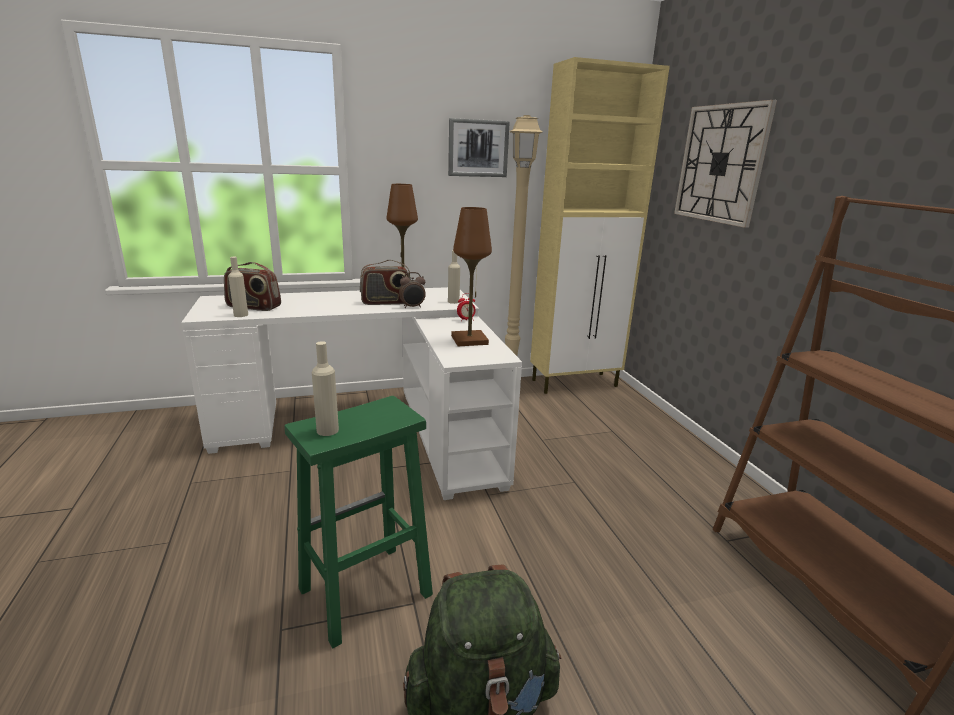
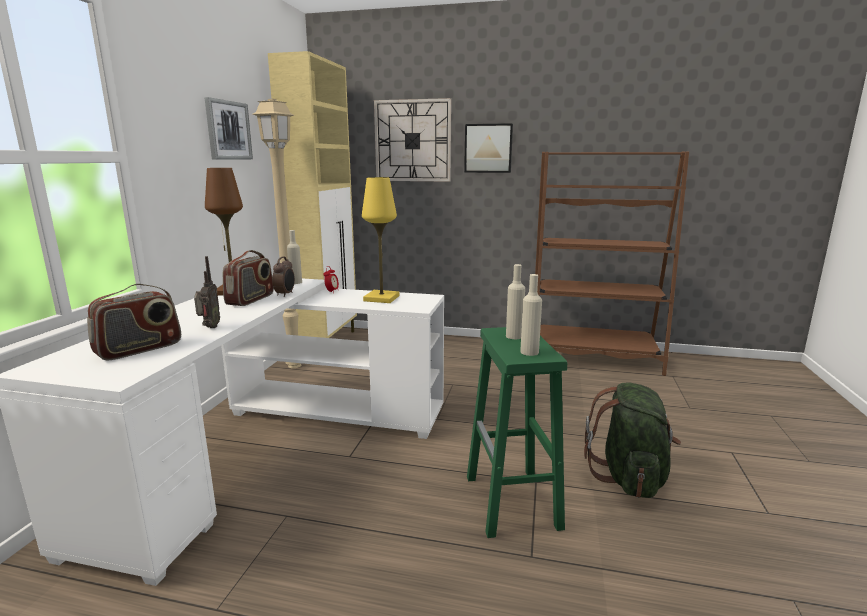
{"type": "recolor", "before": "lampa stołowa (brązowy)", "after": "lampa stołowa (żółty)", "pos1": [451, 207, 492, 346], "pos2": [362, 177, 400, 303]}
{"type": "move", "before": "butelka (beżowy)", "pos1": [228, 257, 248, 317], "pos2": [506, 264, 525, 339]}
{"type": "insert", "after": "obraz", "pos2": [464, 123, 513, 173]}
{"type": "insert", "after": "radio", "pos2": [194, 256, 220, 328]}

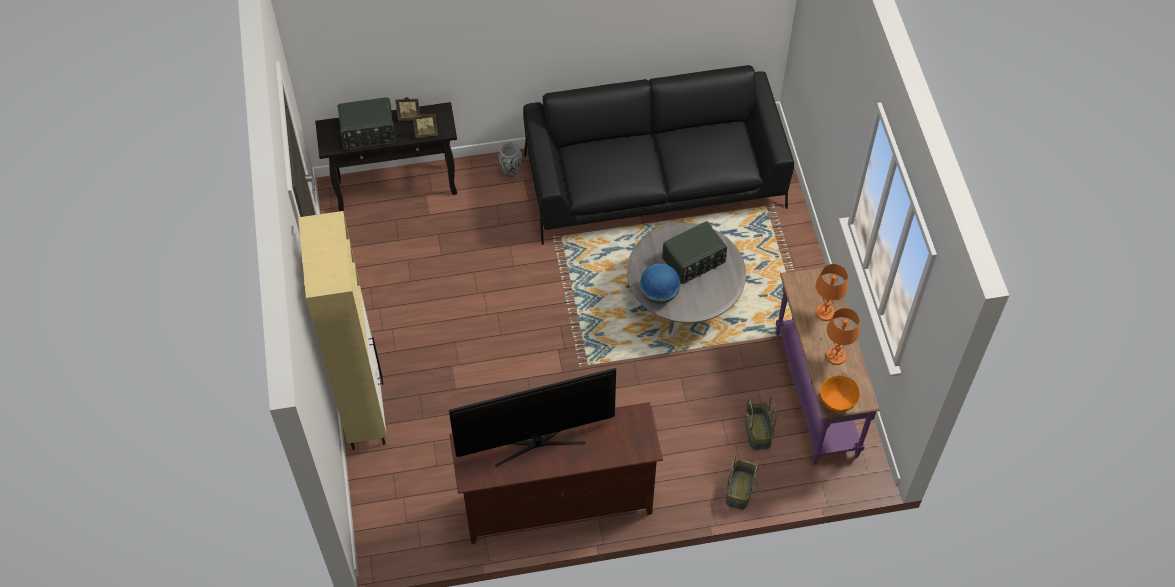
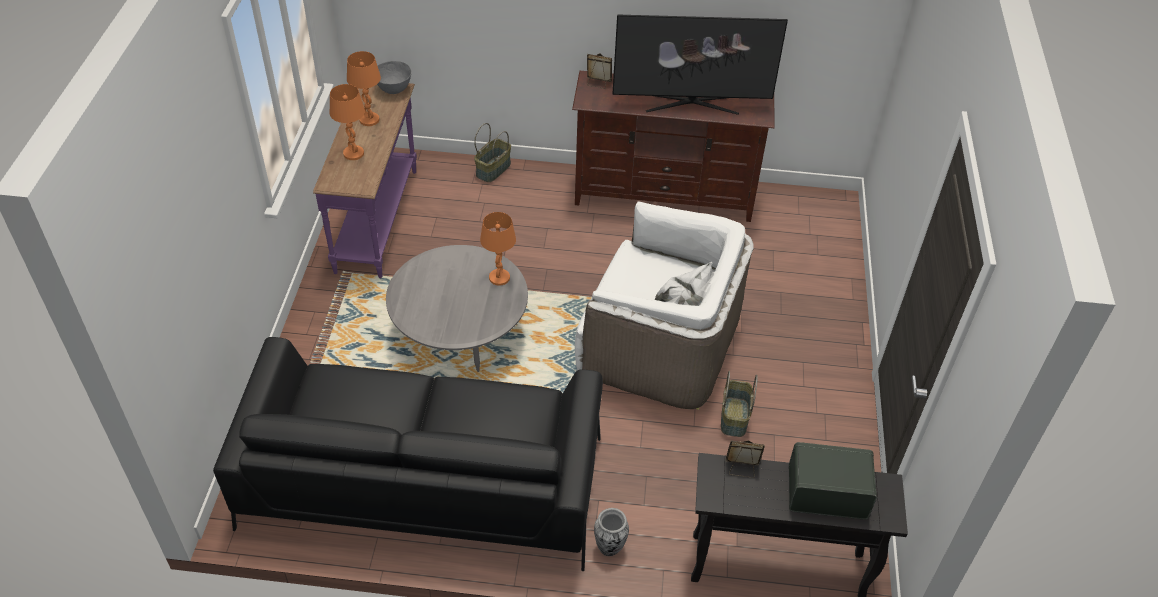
{"type": "move", "before": "ramka na zdjęcie", "pos1": [395, 97, 420, 121], "pos2": [587, 53, 612, 89]}
{"type": "delete", "before": "szafka (beżowy)", "pos1": [298, 211, 387, 450]}
{"type": "delete", "before": "radio", "pos1": [662, 221, 727, 284]}
{"type": "replace", "before": "globus", "after": "lampa stołowa (pomarańczowy)", "pos1": [640, 264, 680, 304], "pos2": [480, 212, 516, 286]}
{"type": "recolor", "before": "miska (pomarańczowy)", "after": "miska (szary)", "pos1": [820, 375, 860, 412], "pos2": [377, 61, 412, 94]}
{"type": "move", "before": "koszyk", "pos1": [745, 397, 776, 450], "pos2": [721, 371, 758, 437]}
{"type": "insert", "after": "fotel (biały)", "pos2": [575, 201, 754, 410]}

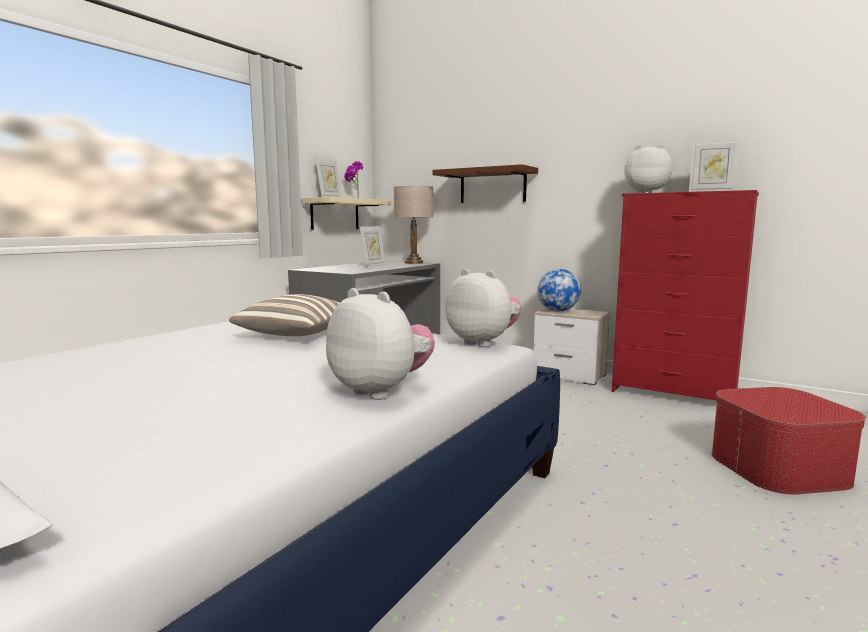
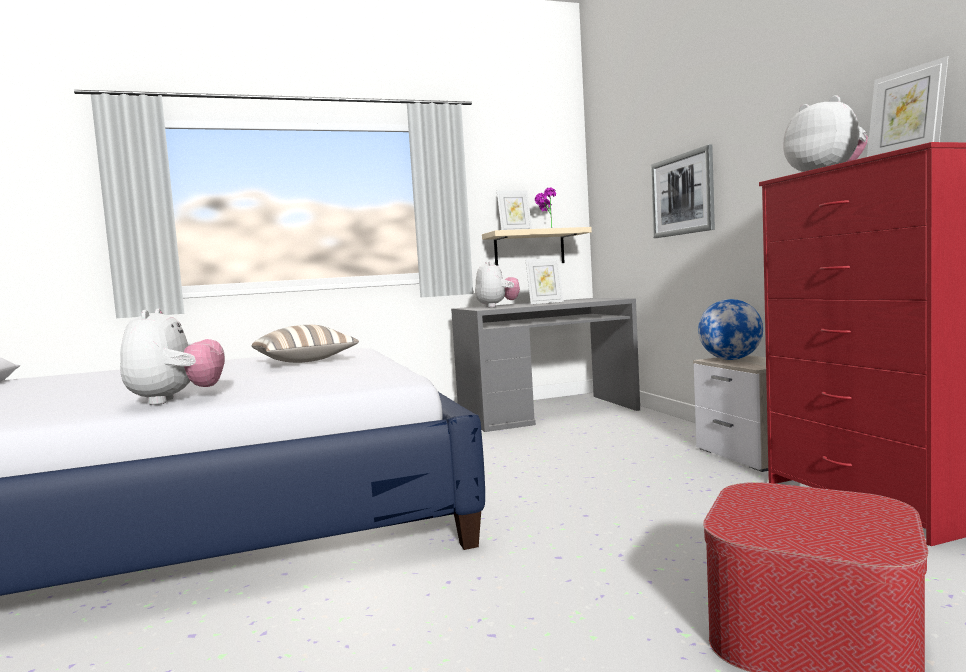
{"type": "replace", "before": "półka (brązowy)", "after": "obraz", "pos1": [432, 164, 538, 203], "pos2": [651, 145, 715, 238]}
{"type": "delete", "before": "lampa stołowa (beżowy)", "pos1": [394, 186, 433, 264]}
{"type": "move", "before": "pluszak", "pos1": [445, 269, 522, 347], "pos2": [475, 261, 520, 307]}

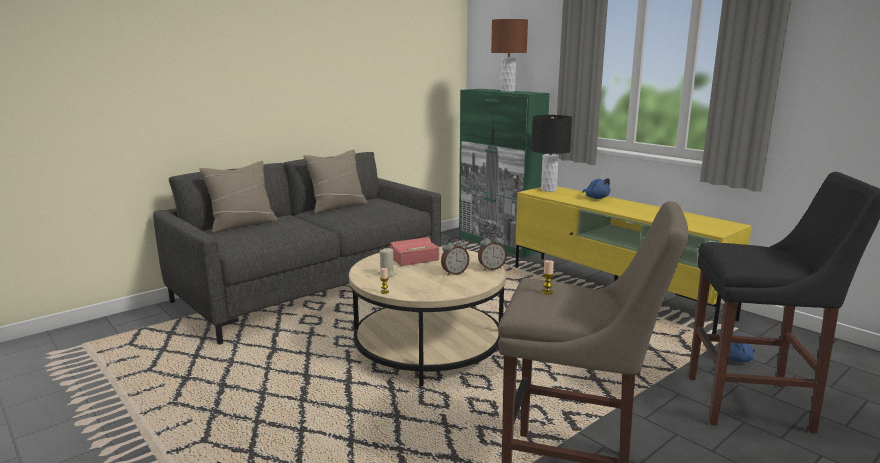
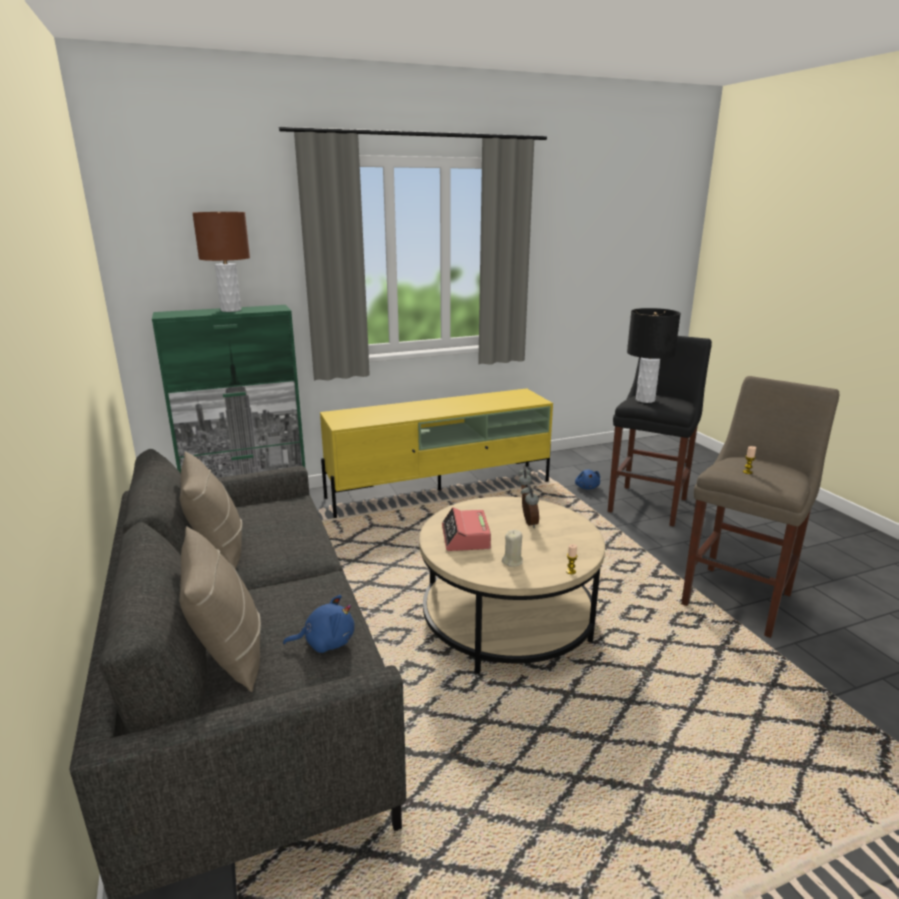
{"type": "move", "before": "lampa stołowa (czarny)", "pos1": [532, 115, 572, 192], "pos2": [627, 308, 681, 403]}
{"type": "move", "before": "pluszak (niebieski)", "pos1": [583, 178, 610, 199], "pos2": [283, 595, 354, 653]}

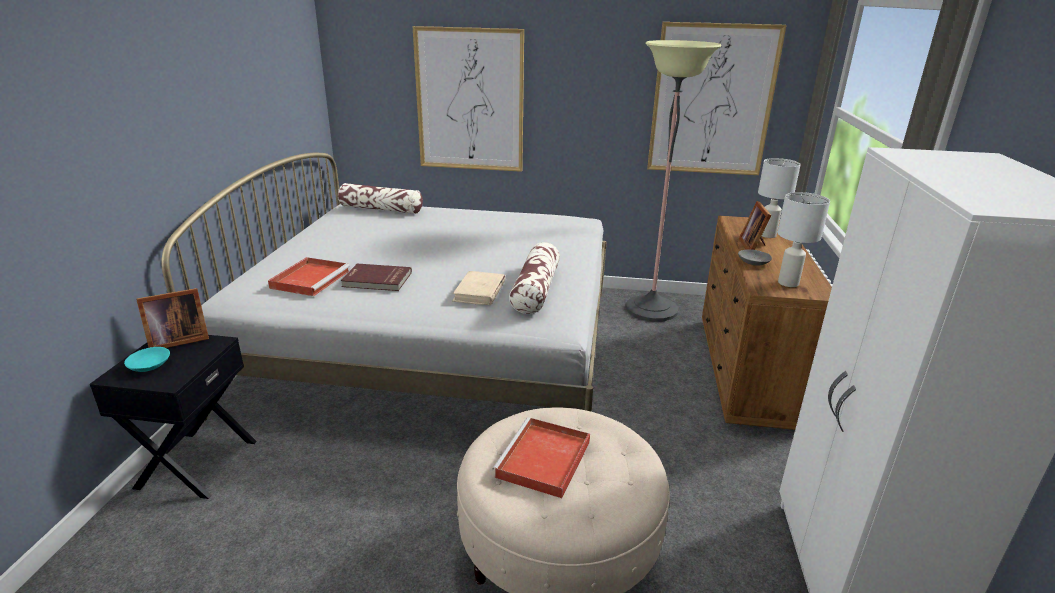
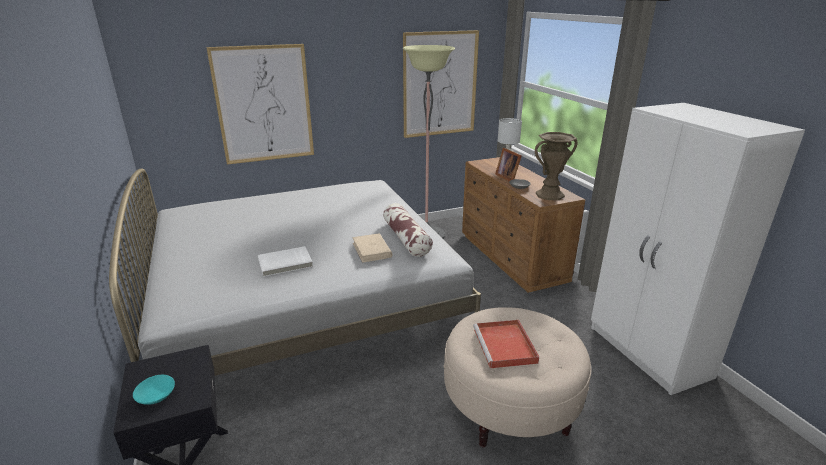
{"type": "delete", "before": "poduszka", "pos1": [338, 183, 423, 214]}
{"type": "replace", "before": "lampa stołowa (biały)", "after": "wazon (brązowy)", "pos1": [778, 192, 830, 287], "pos2": [535, 132, 578, 200]}
{"type": "delete", "before": "taca (czerwony)", "pos1": [268, 257, 350, 296]}
{"type": "recolor", "before": "książka (czerwony)", "after": "książka (biały)", "pos1": [341, 264, 412, 291], "pos2": [258, 246, 313, 277]}
{"type": "delete", "before": "ramka na zdjęcie", "pos1": [136, 288, 209, 348]}

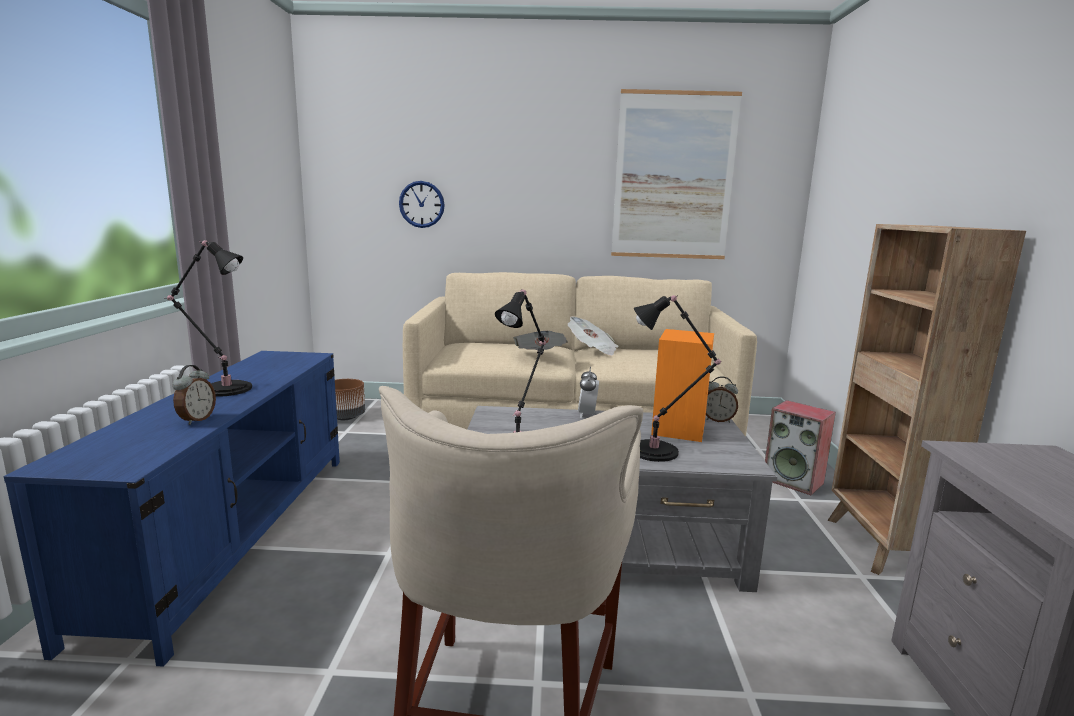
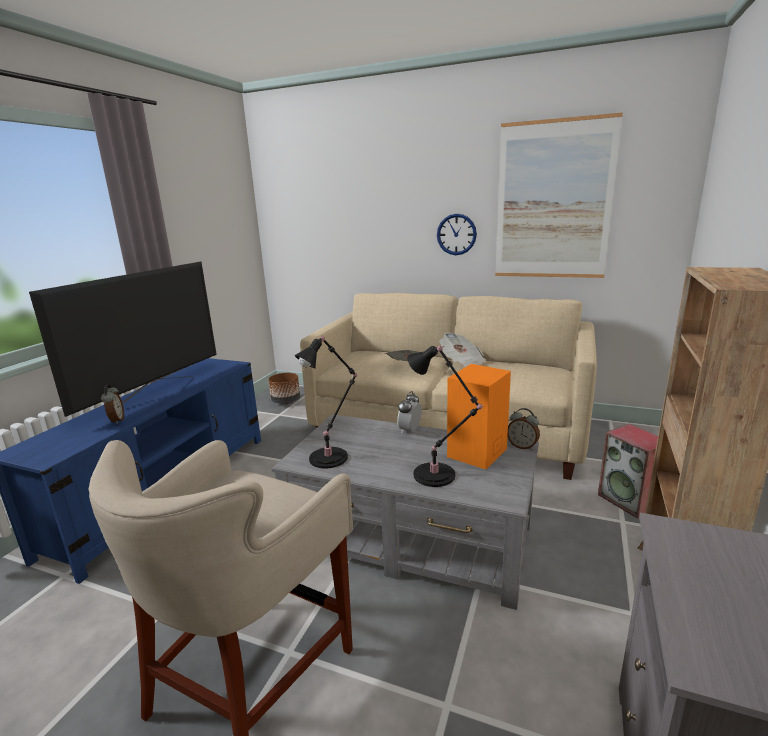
{"type": "move", "before": "zegar ścienny", "pos1": [399, 181, 445, 228], "pos2": [437, 214, 477, 255]}
{"type": "replace", "before": "lampa stołowa (czarny)", "after": "telewizor", "pos1": [167, 240, 252, 397], "pos2": [29, 262, 217, 417]}
{"type": "rotate", "before": "budzik", "pos1": [172, 365, 216, 425], "pos2": [101, 384, 124, 424], "turn": -45}

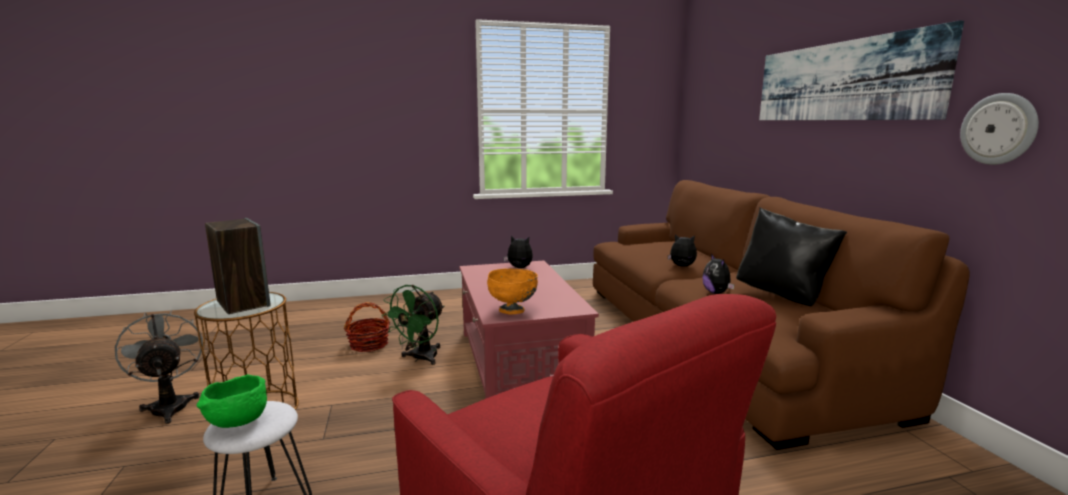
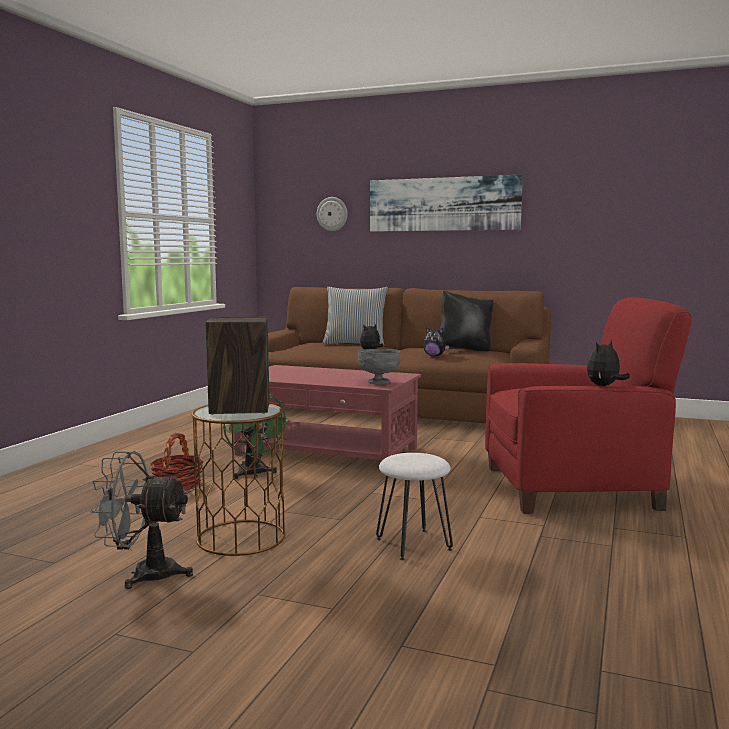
{"type": "move", "before": "zegar ścienny", "pos1": [960, 93, 1039, 165], "pos2": [317, 197, 348, 231]}
{"type": "move", "before": "pluszak", "pos1": [503, 235, 533, 268], "pos2": [587, 340, 630, 386]}
{"type": "recolor", "before": "miska (pomarańczowy)", "after": "miska (szary)", "pos1": [487, 268, 538, 314], "pos2": [358, 349, 401, 384]}
{"type": "delete", "before": "miska (zielony)", "pos1": [196, 374, 267, 428]}
{"type": "insert", "after": "poduszka", "pos2": [322, 287, 388, 345]}

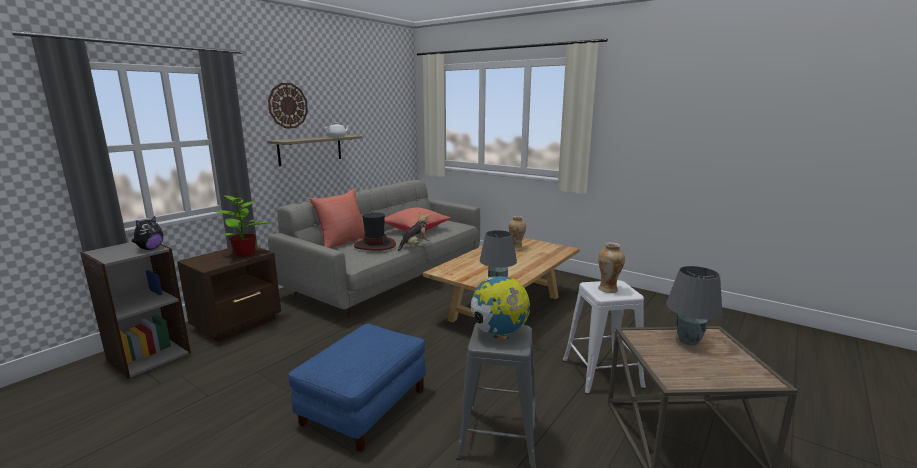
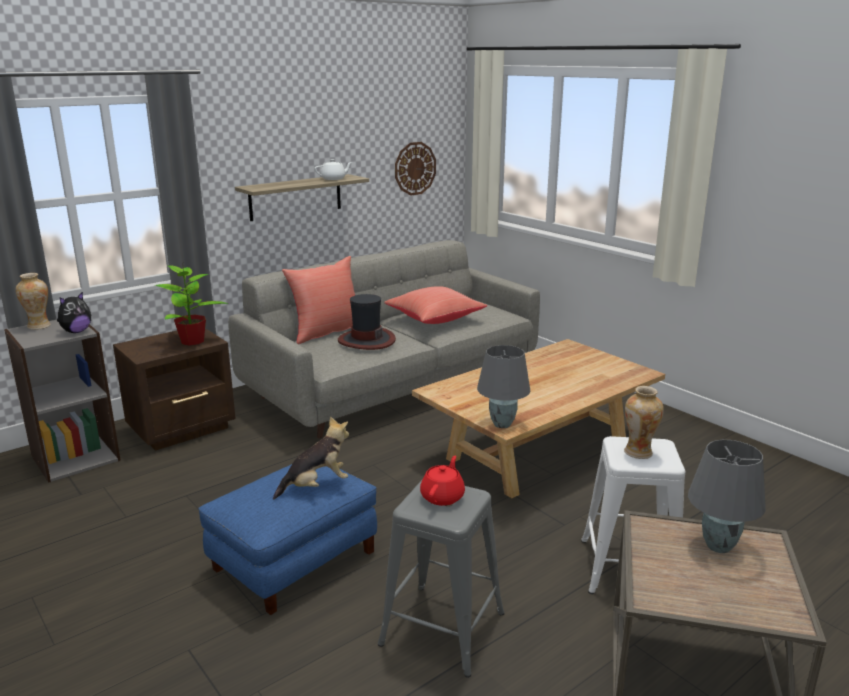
{"type": "move", "before": "zegar ścienny", "pos1": [268, 83, 308, 129], "pos2": [395, 142, 436, 196]}
{"type": "move", "before": "pluszak", "pos1": [398, 212, 430, 251], "pos2": [273, 416, 349, 500]}
{"type": "move", "before": "wazon", "pos1": [508, 216, 526, 251], "pos2": [15, 273, 51, 330]}
{"type": "replace", "before": "globus", "after": "imbryk (czerwony)", "pos1": [471, 276, 530, 335], "pos2": [420, 456, 465, 506]}

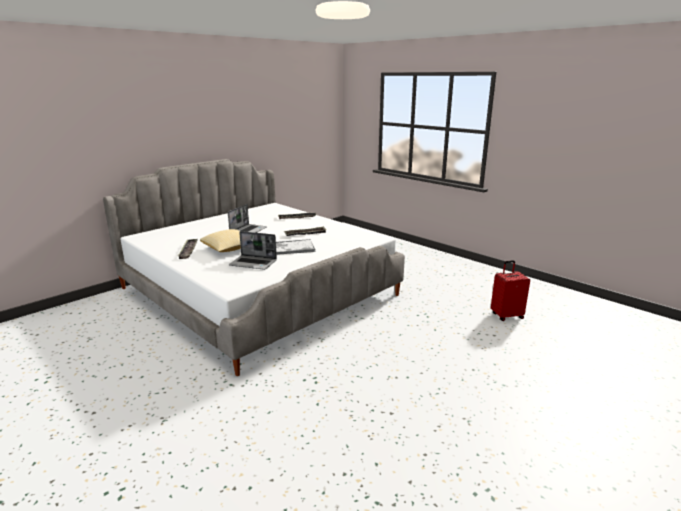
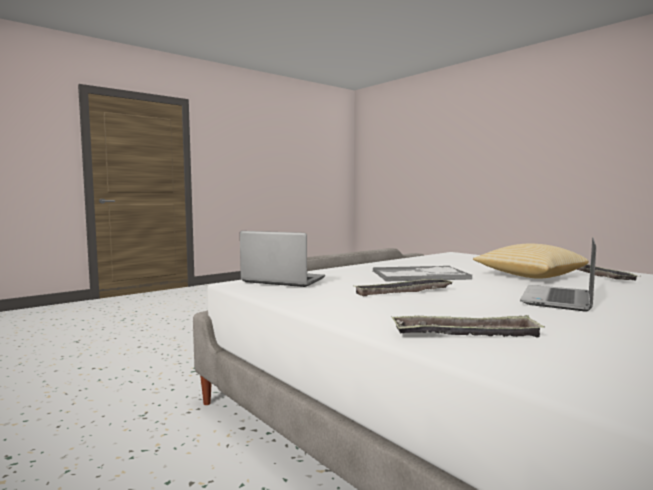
{"type": "move", "before": "laptop", "pos1": [229, 231, 277, 270], "pos2": [240, 231, 325, 287]}
{"type": "delete", "before": "walizka (czerwony)", "pos1": [491, 260, 530, 321]}

